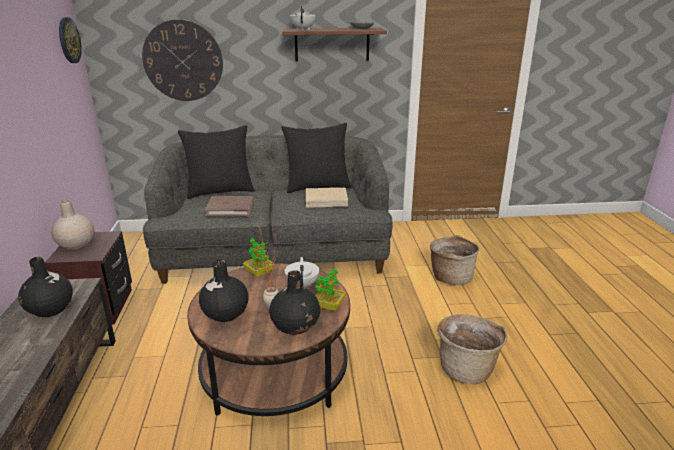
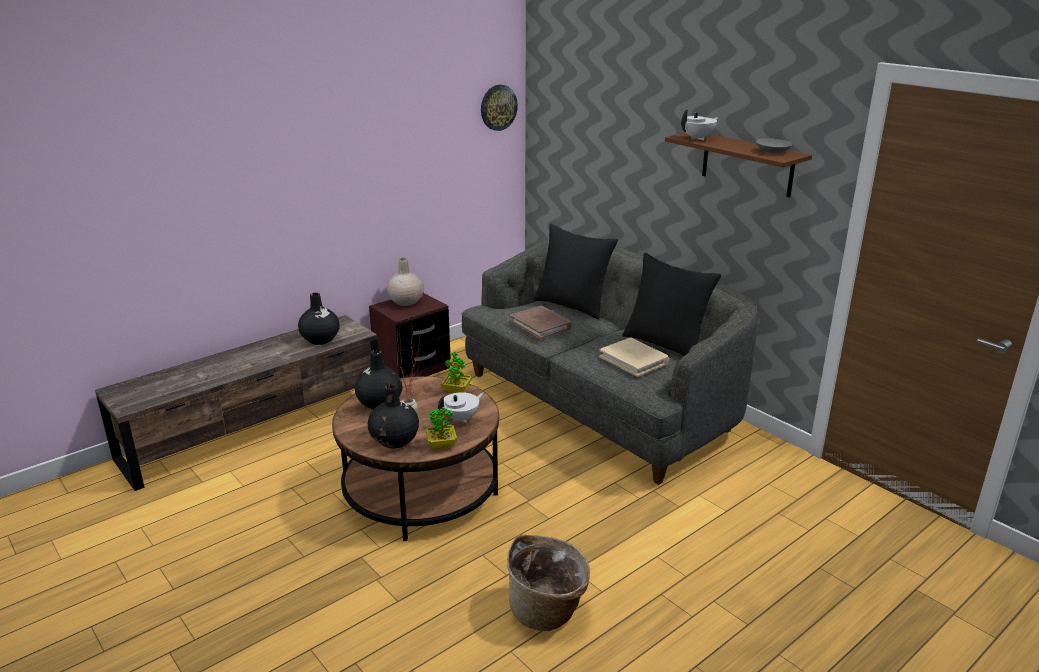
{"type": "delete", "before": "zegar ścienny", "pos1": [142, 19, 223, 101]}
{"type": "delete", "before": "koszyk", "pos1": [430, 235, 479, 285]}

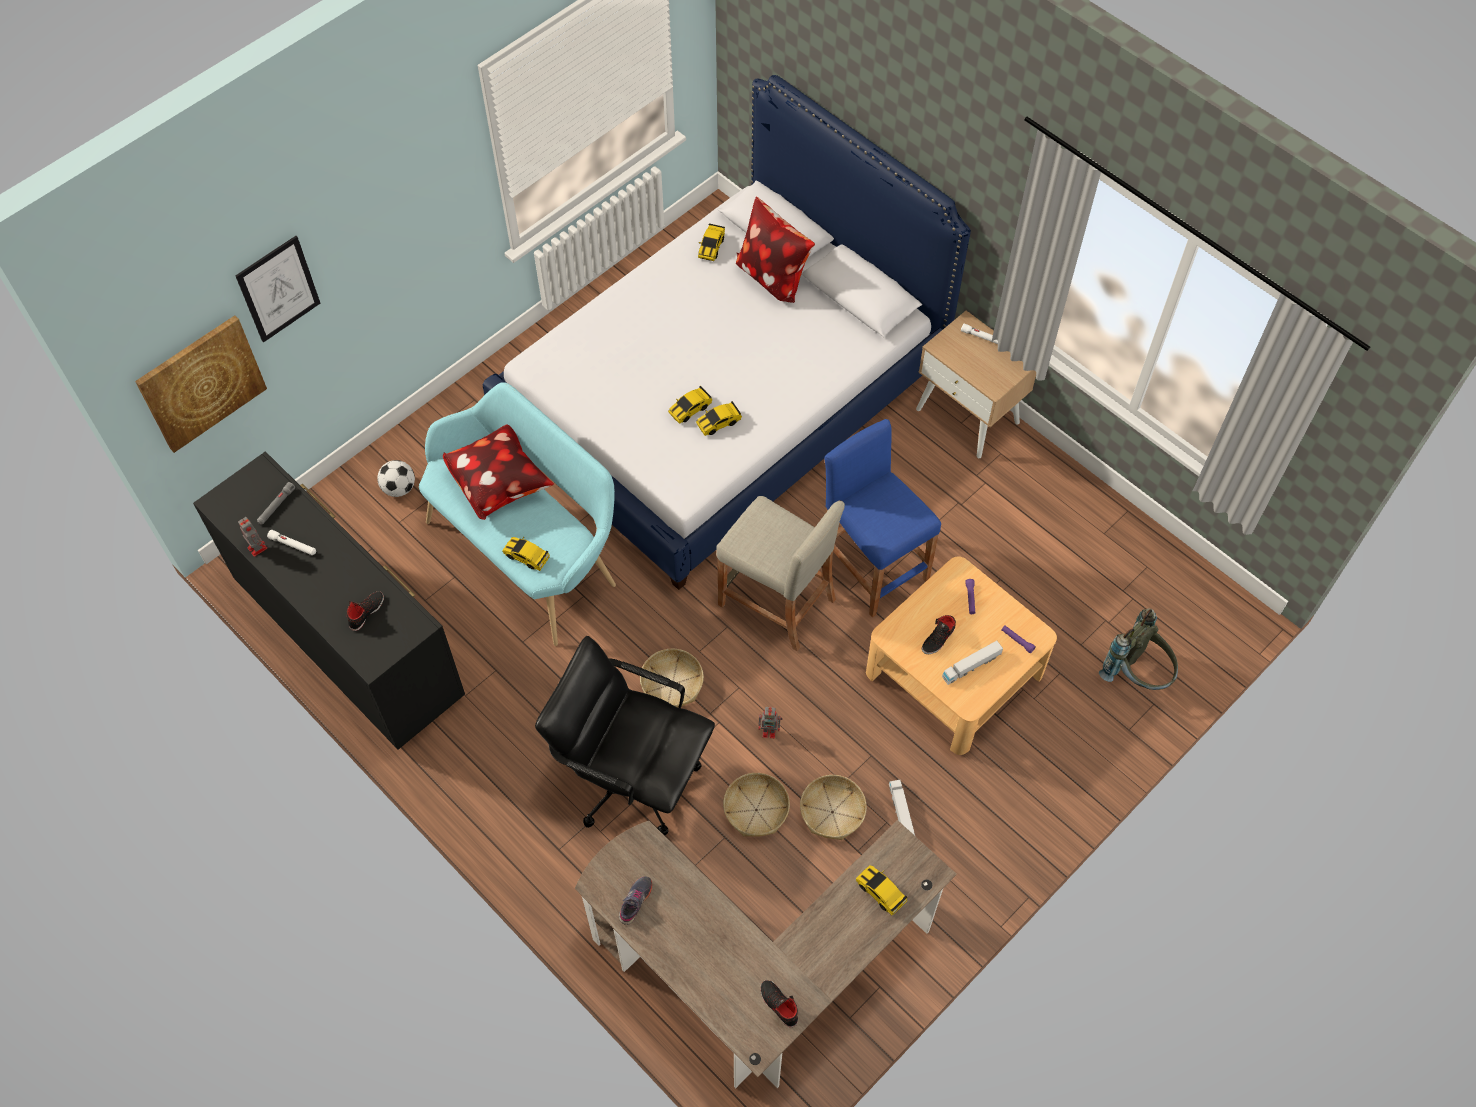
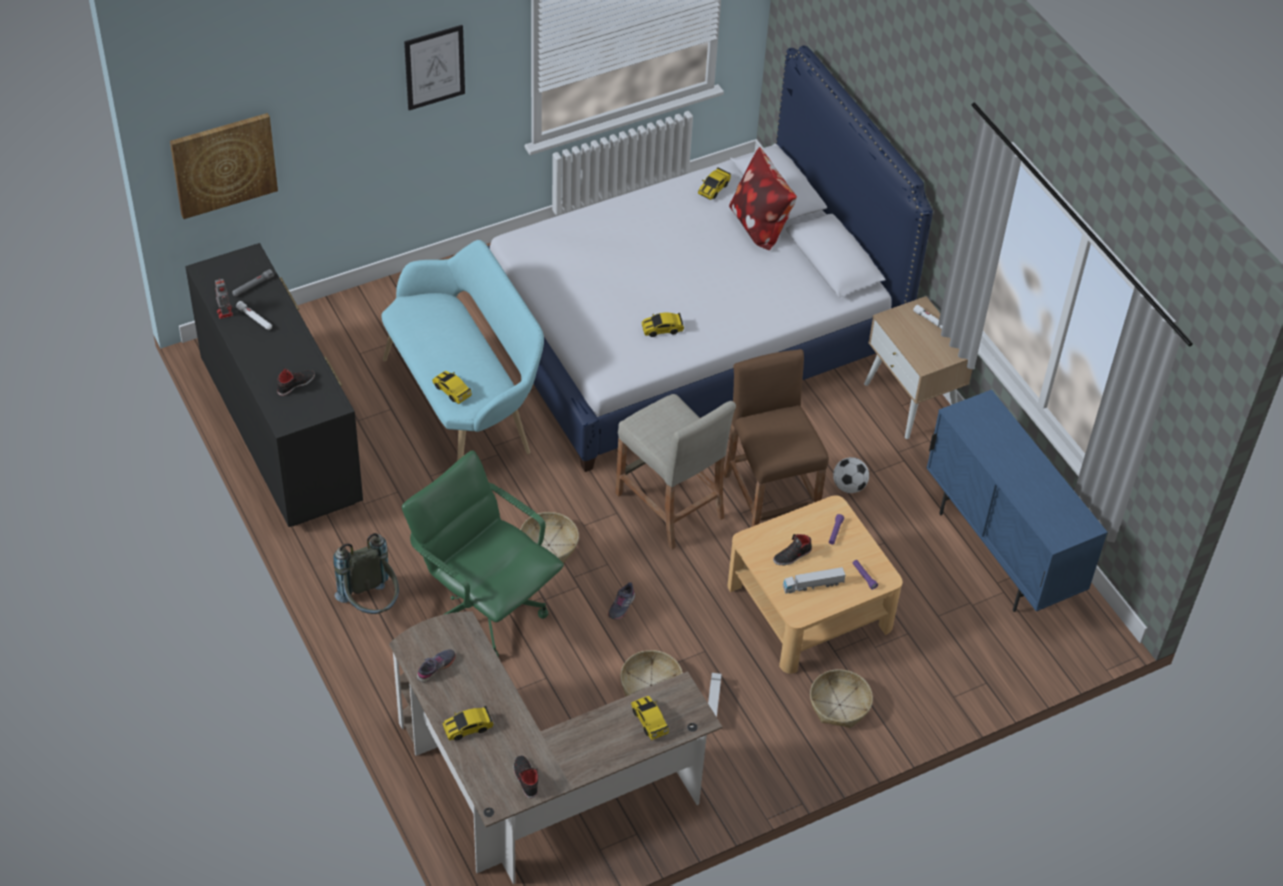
{"type": "move", "before": "obraz", "pos1": [235, 236, 320, 343], "pos2": [404, 25, 465, 110]}
{"type": "move", "before": "samochodzik", "pos1": [668, 386, 712, 424], "pos2": [443, 706, 494, 740]}
{"type": "recolor", "before": "stołek (niebieski)", "after": "stołek (brązowy)", "pos1": [824, 419, 941, 617], "pos2": [724, 349, 829, 527]}
{"type": "delete", "before": "poduszka", "pos1": [443, 424, 554, 520]}
{"type": "move", "before": "piłka futbolowa", "pos1": [377, 460, 415, 497], "pos2": [833, 457, 869, 493]}
{"type": "move", "before": "plecak (szary)", "pos1": [1099, 608, 1178, 690], "pos2": [334, 533, 399, 614]}
{"type": "recolor", "before": "krzesło biurowe (czarny)", "after": "krzesło biurowe (zielony)", "pos1": [535, 636, 715, 836], "pos2": [402, 450, 564, 657]}
{"type": "replace", "before": "robot zabawkowy", "after": "but (szary)", "pos1": [758, 707, 783, 738], "pos2": [608, 582, 635, 620]}
{"type": "move", "before": "koszyk", "pos1": [723, 773, 790, 837], "pos2": [810, 669, 873, 728]}
{"type": "insert", "after": "szafka (niebieski)", "pos2": [926, 390, 1108, 612]}

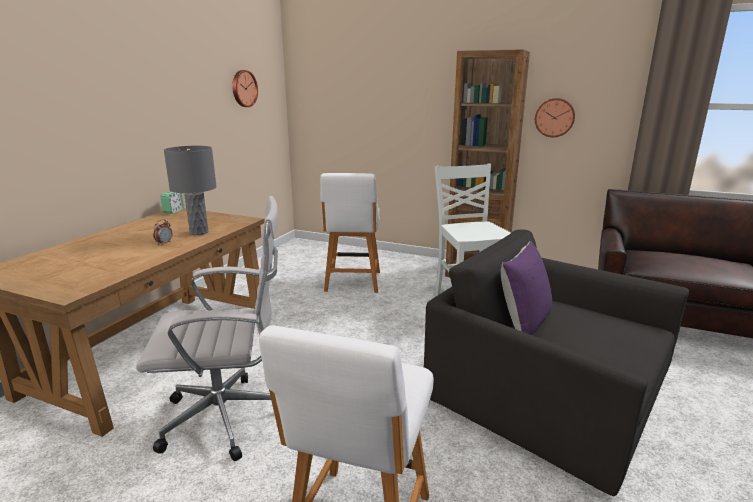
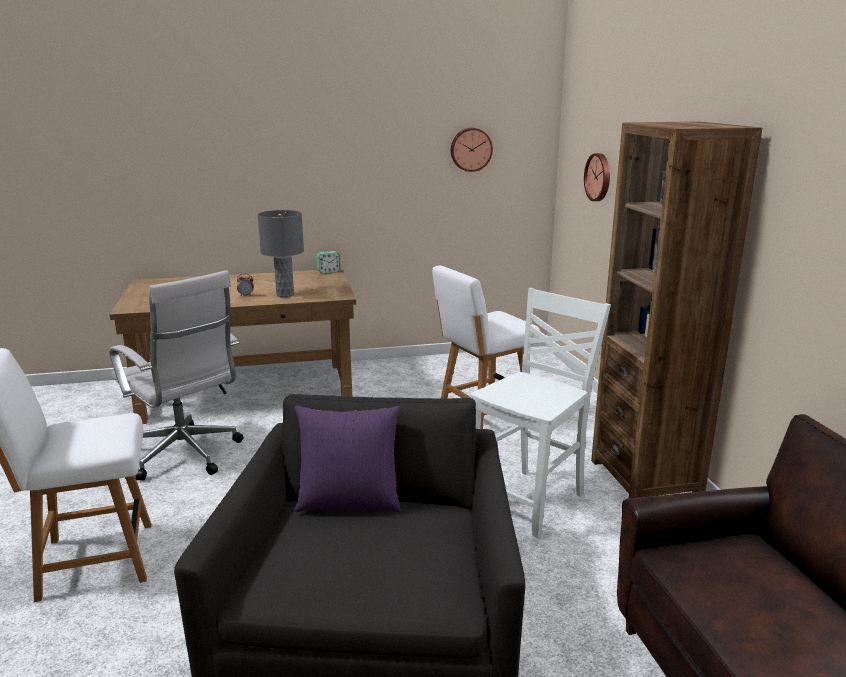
{"type": "move", "before": "zegar ścienny", "pos1": [535, 98, 575, 137], "pos2": [584, 153, 610, 201]}

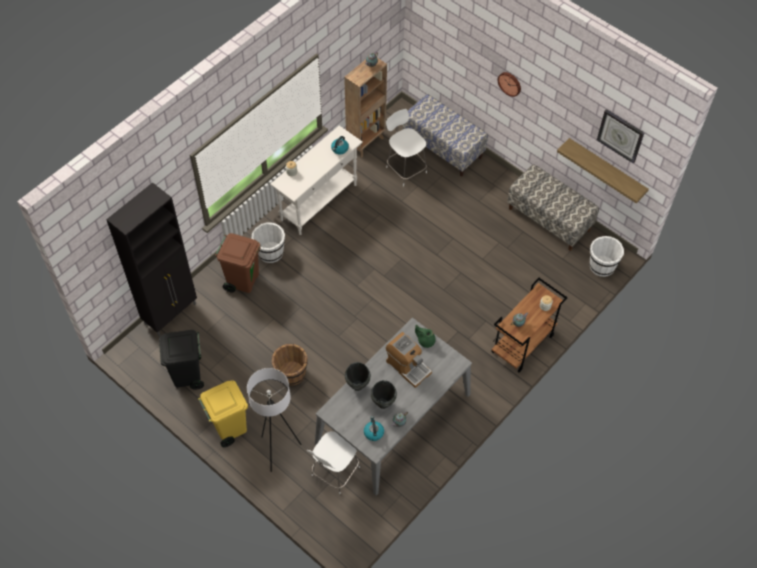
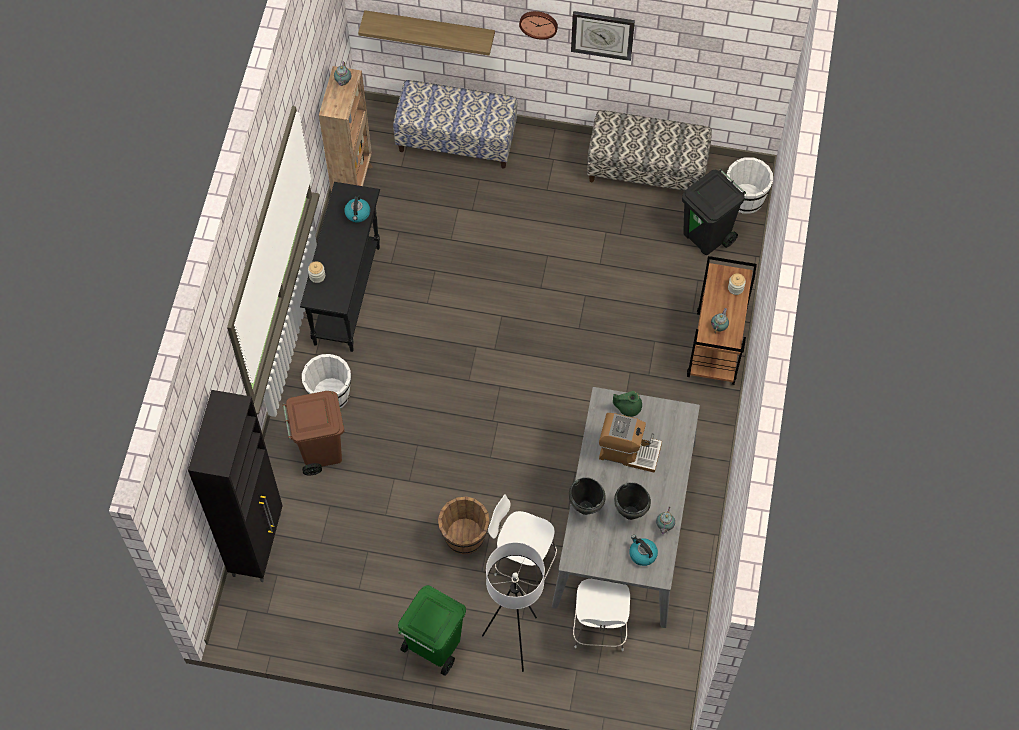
{"type": "move", "before": "krzesło (biały)", "pos1": [386, 109, 427, 187], "pos2": [488, 494, 557, 587]}
{"type": "move", "before": "zegar ścienny", "pos1": [597, 109, 644, 164], "pos2": [571, 11, 635, 61]}
{"type": "recolor", "before": "stolik konsolowy (biały)", "after": "stolik konsolowy (czarny)", "pos1": [270, 125, 363, 235], "pos2": [300, 182, 380, 352]}
{"type": "move", "before": "półka", "pos1": [557, 138, 649, 203], "pos2": [358, 10, 495, 56]}
{"type": "move", "before": "kosz na śmieci (czarny)", "pos1": [159, 330, 204, 390], "pos2": [682, 169, 746, 255]}
{"type": "recolor", "before": "kosz na śmieci (żółty)", "after": "kosz na śmieci (zielony)", "pos1": [198, 380, 248, 447], "pos2": [398, 585, 466, 676]}

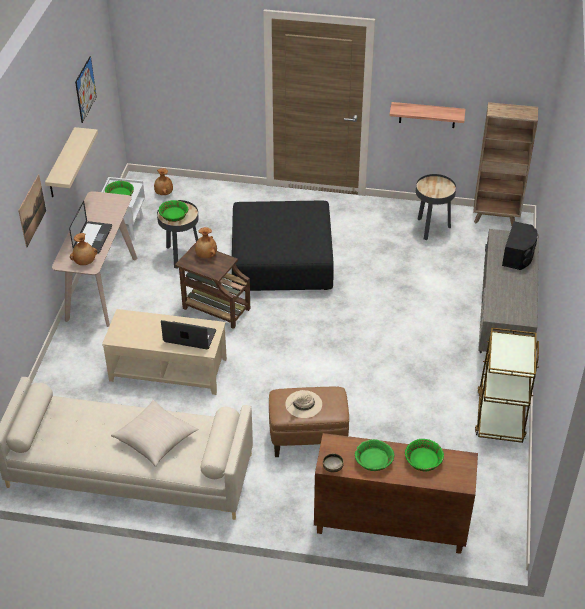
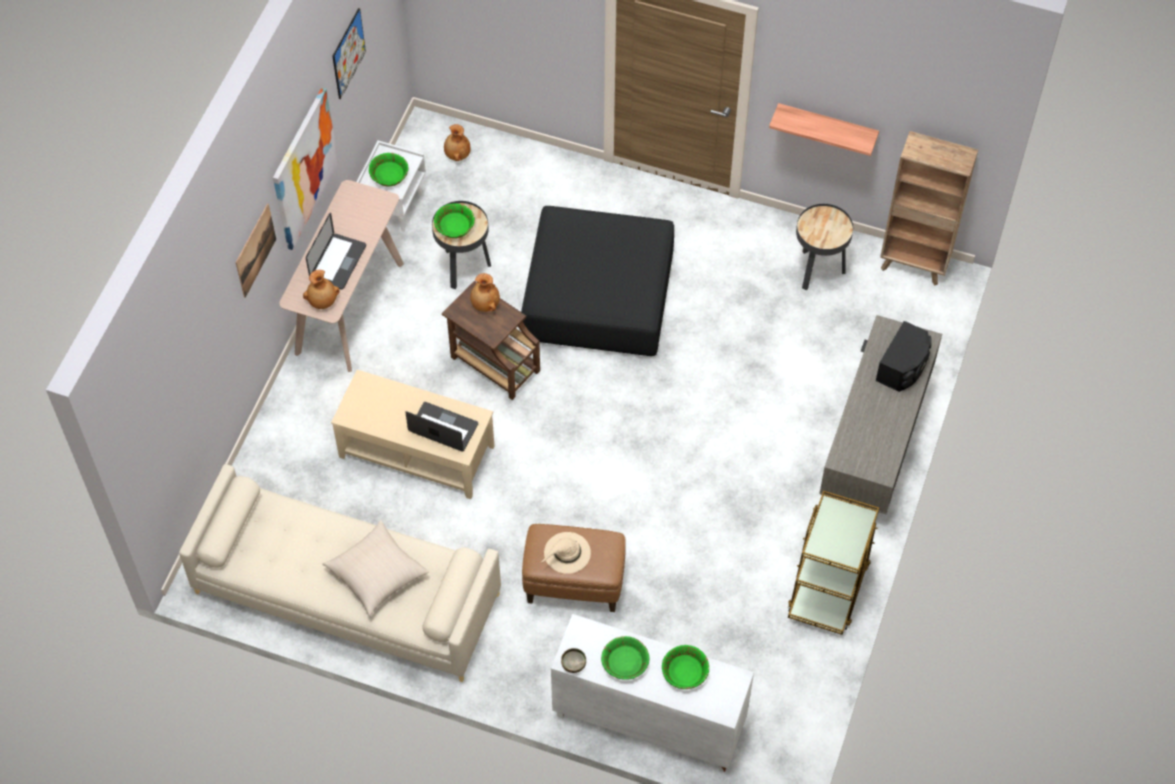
{"type": "replace", "before": "półka (beżowy)", "after": "obraz", "pos1": [45, 127, 98, 197], "pos2": [273, 88, 338, 250]}
{"type": "recolor", "before": "szafka (brązowy)", "after": "szafka (biały)", "pos1": [314, 433, 478, 554], "pos2": [551, 614, 754, 772]}

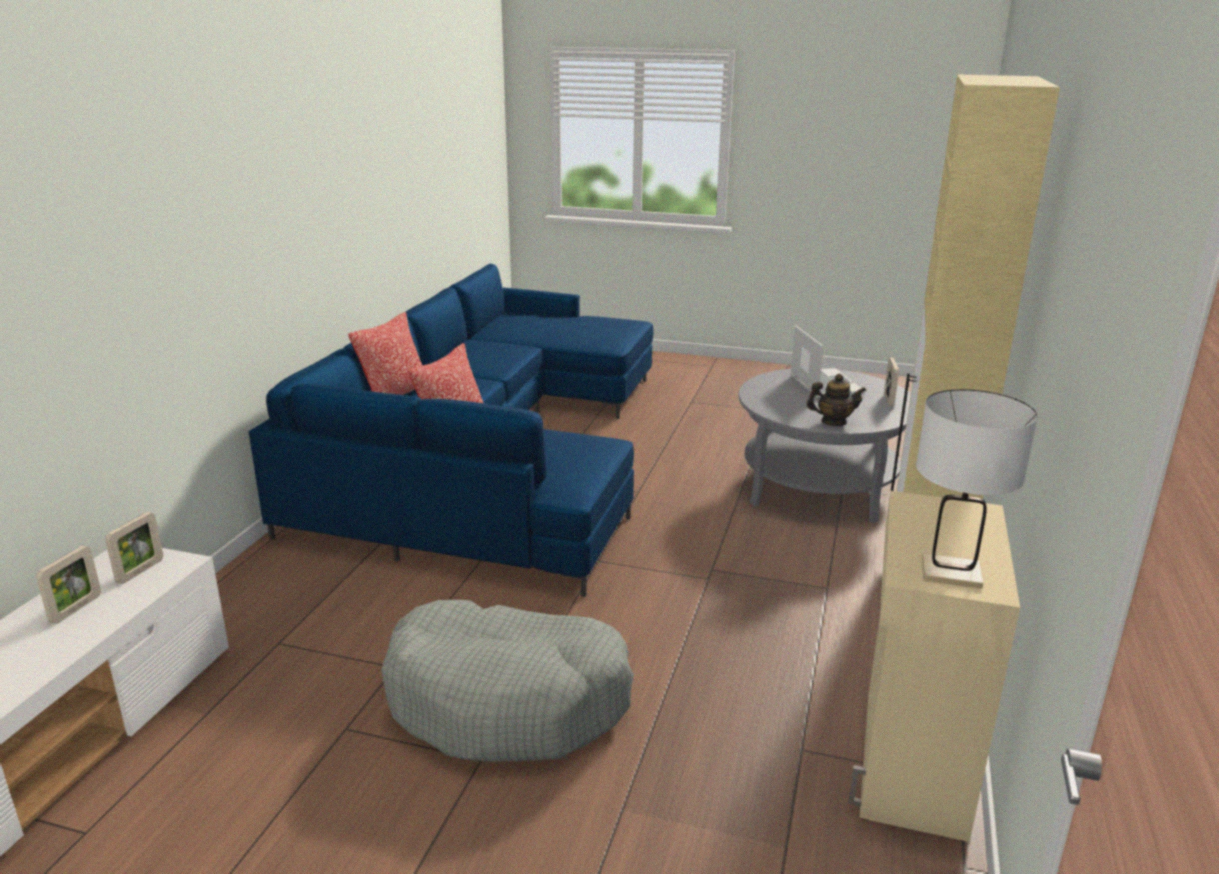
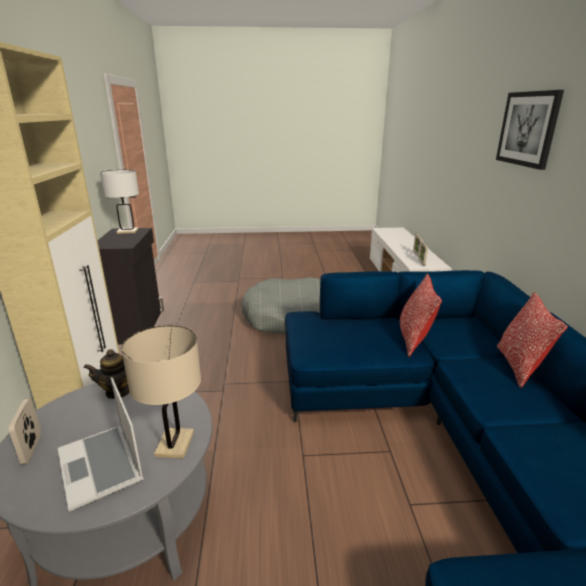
{"type": "recolor", "before": "szafka (beżowy)", "after": "szafka (czarny)", "pos1": [848, 491, 1020, 842], "pos2": [97, 228, 164, 345]}
{"type": "insert", "after": "obraz", "pos2": [496, 90, 564, 170]}
{"type": "insert", "after": "lampa stołowa (beżowy)", "pos2": [121, 325, 201, 458]}

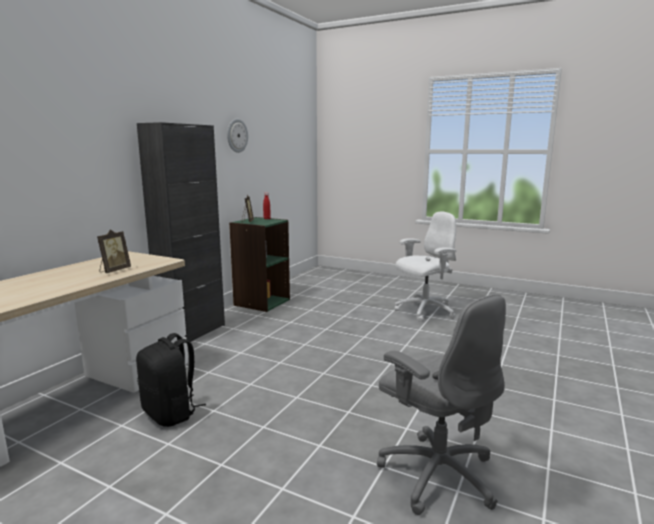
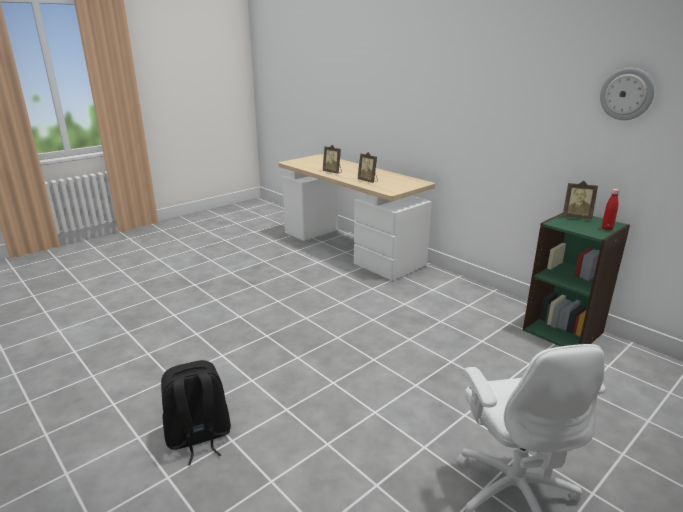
{"type": "delete", "before": "szafka (czarny)", "pos1": [137, 122, 225, 342]}
{"type": "delete", "before": "krzesło biurowe (szary)", "pos1": [377, 294, 506, 515]}
{"type": "move", "before": "plecak (czarny)", "pos1": [136, 333, 206, 427], "pos2": [161, 360, 231, 465]}
{"type": "insert", "after": "ramka na zdjęcie", "pos2": [323, 145, 342, 174]}

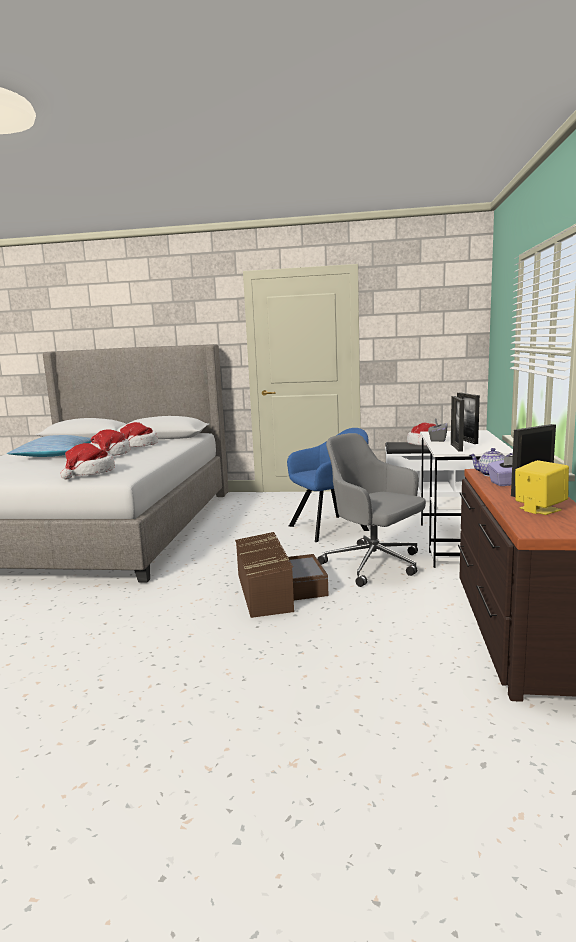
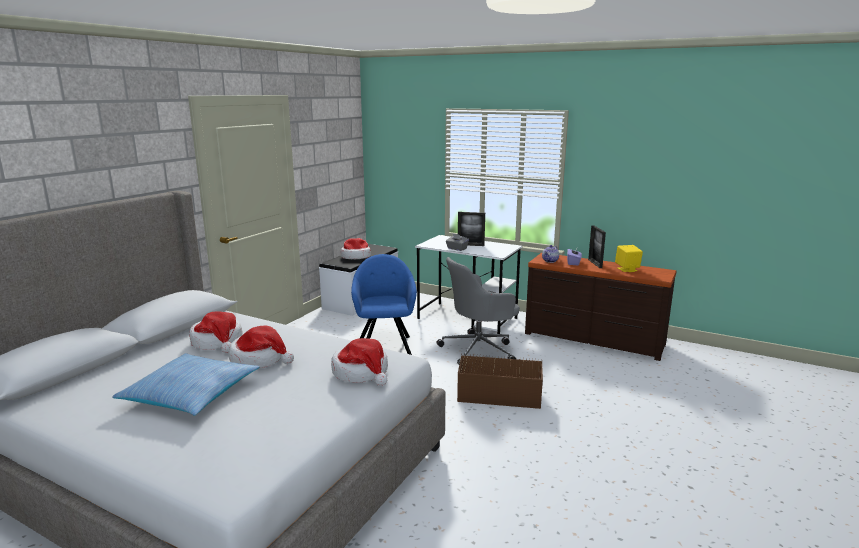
{"type": "delete", "before": "ramka na zdjęcie", "pos1": [451, 396, 464, 452]}

